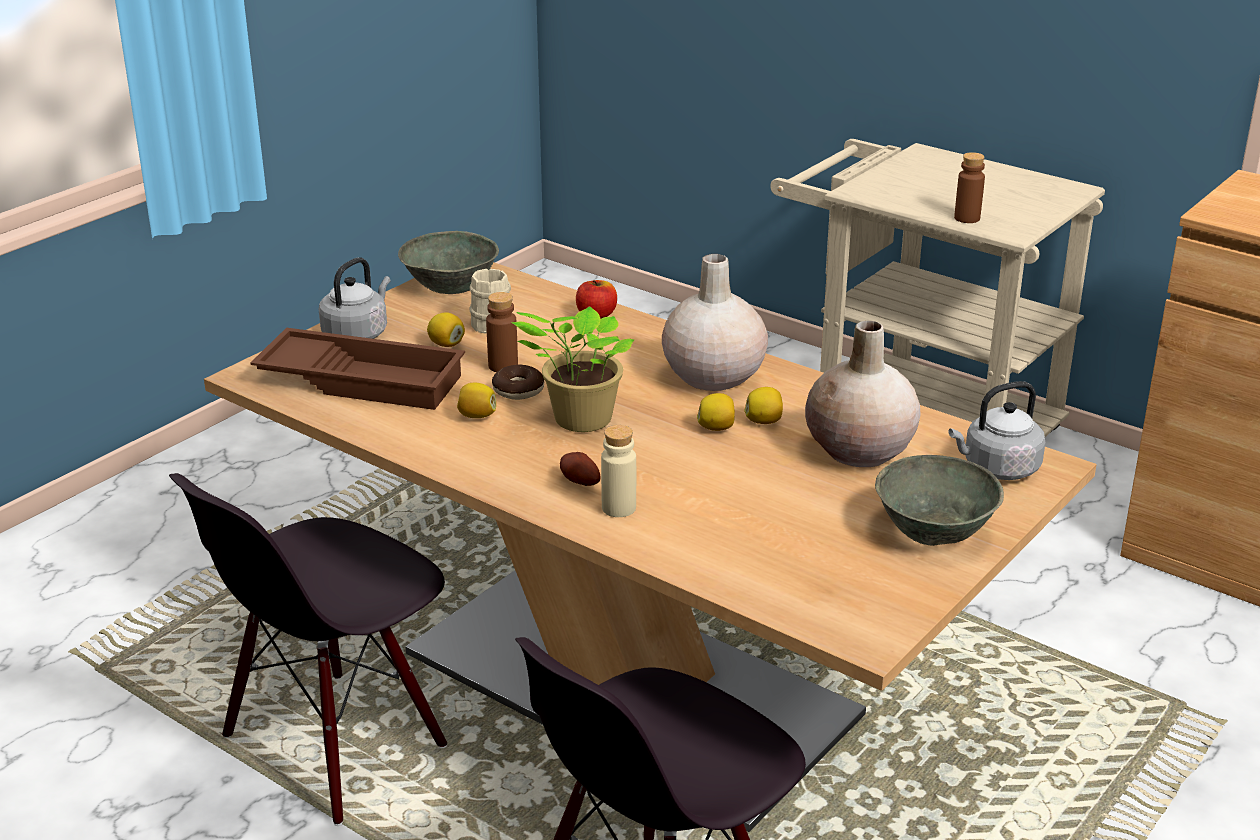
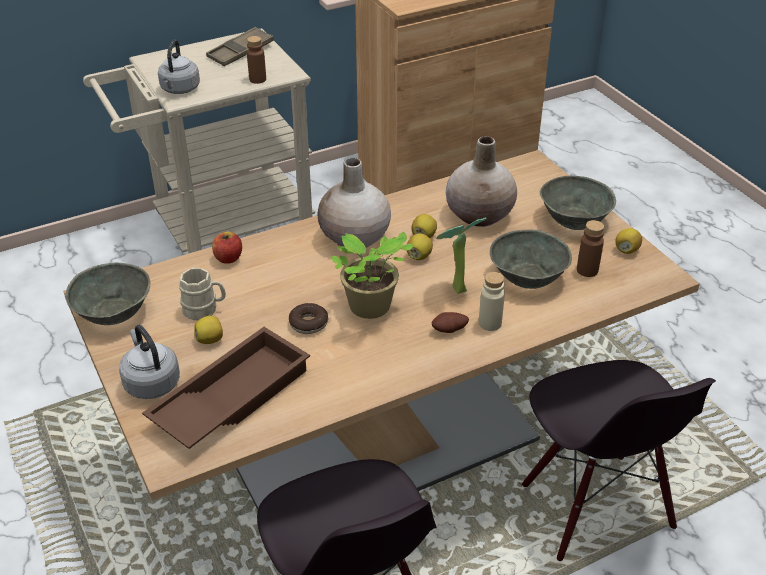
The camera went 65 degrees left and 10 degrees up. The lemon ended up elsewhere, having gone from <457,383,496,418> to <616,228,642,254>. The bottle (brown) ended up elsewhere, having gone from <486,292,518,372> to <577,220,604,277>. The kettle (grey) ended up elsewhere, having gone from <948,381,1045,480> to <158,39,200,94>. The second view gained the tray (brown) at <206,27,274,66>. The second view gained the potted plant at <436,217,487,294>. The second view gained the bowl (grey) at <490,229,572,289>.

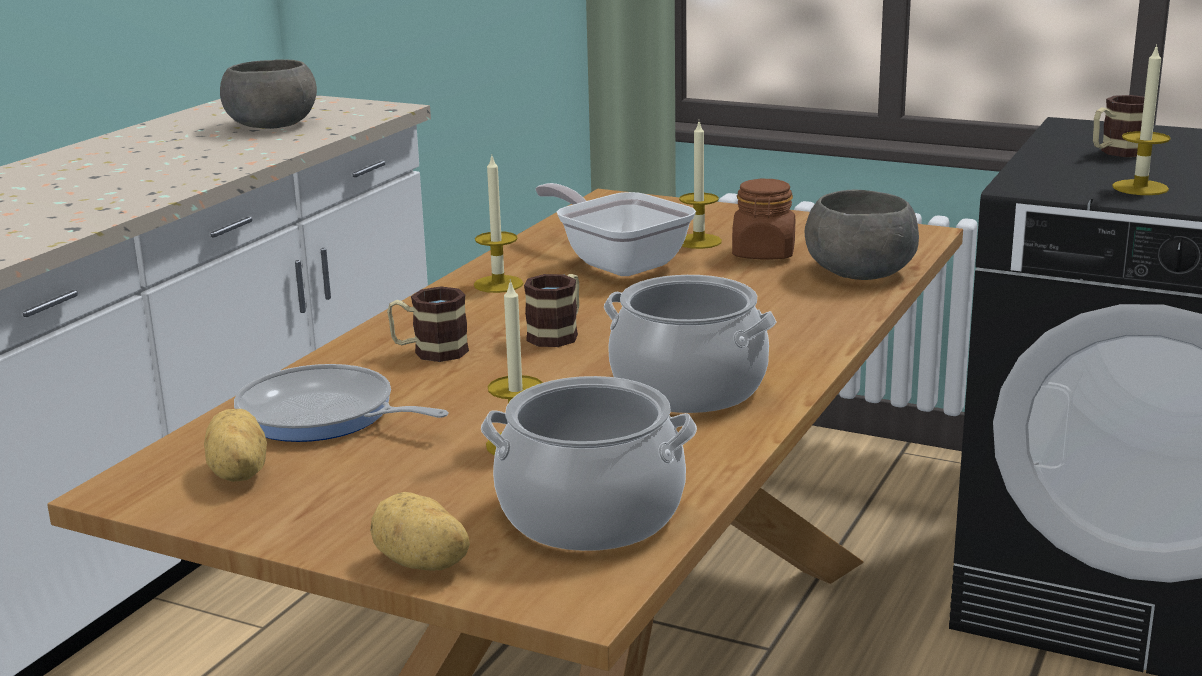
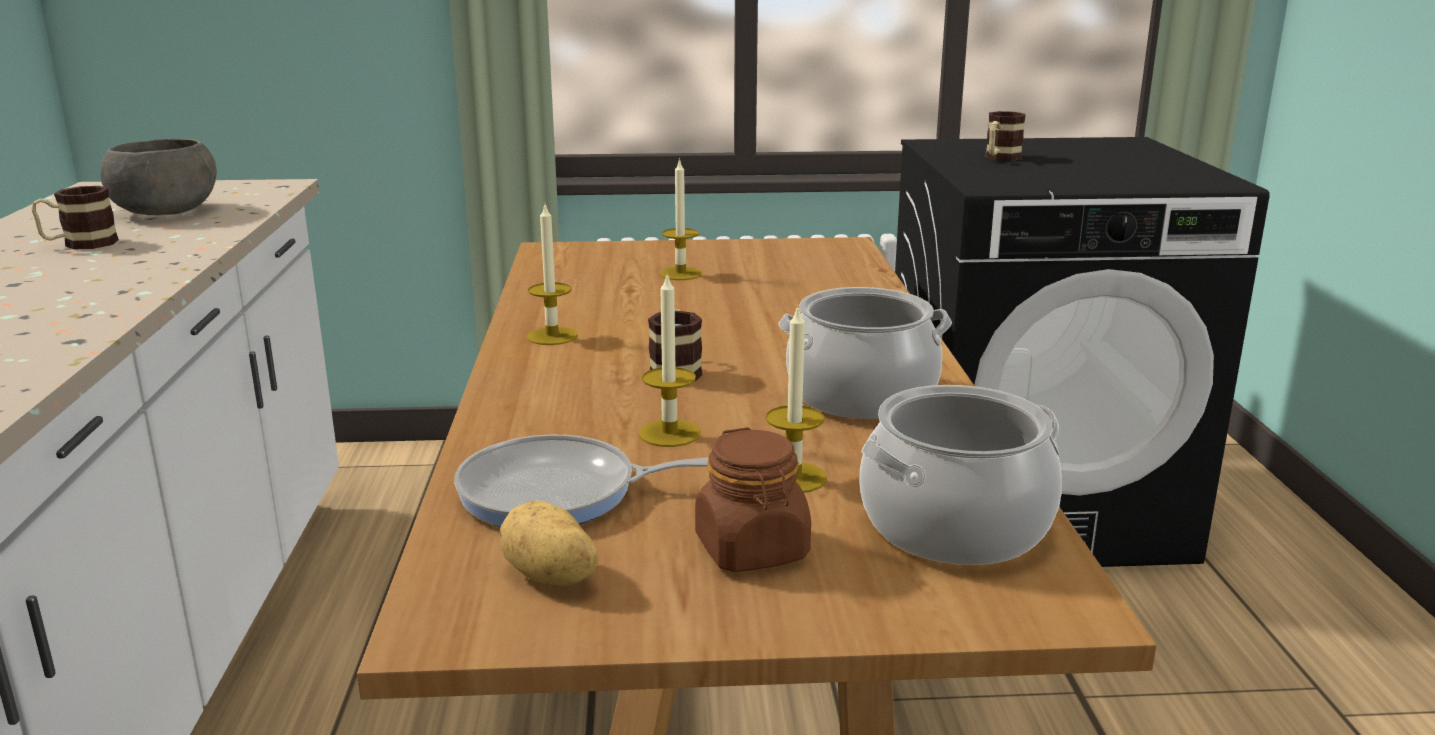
The camera went 30 degrees left and 0 degrees up. The second view lost the potato at <370,492,470,570>. The mug ended up elsewhere, having gone from <387,286,469,362> to <31,186,119,250>. The second view lost the frying pan at <535,183,696,276>. The jar (brown) ended up elsewhere, having gone from <732,178,795,259> to <695,427,811,572>. The second view lost the bowl (grey) at <805,190,919,280>. The candle ended up elsewhere, having gone from <1112,44,1171,195> to <639,273,701,447>.

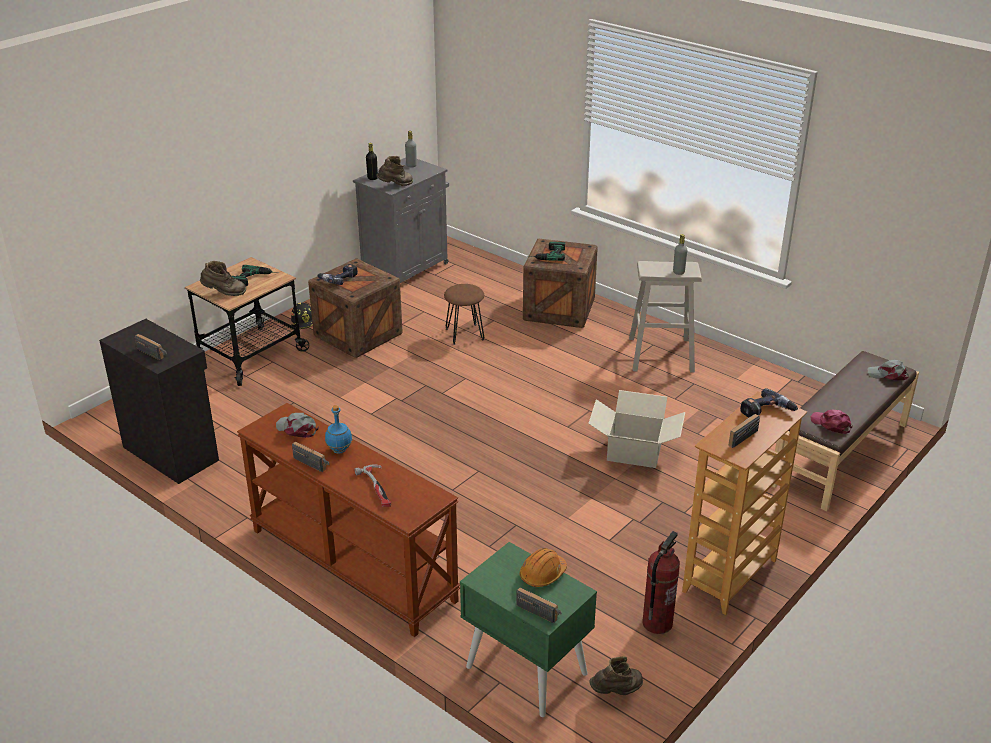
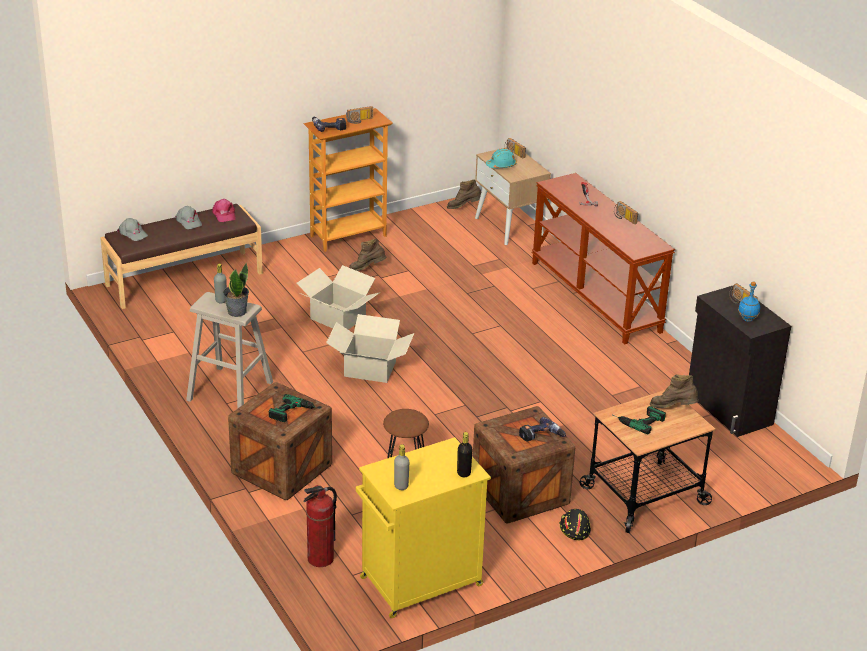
The camera went 160 degrees left and 0 degrees up. The cap (grey) ended up elsewhere, having gone from <276,413,319,438> to <175,206,202,229>. The bottle (blue) ended up elsewhere, having gone from <325,405,352,454> to <738,282,760,322>. What was the cabinet (grey) at <353,158,449,283> turned into the cabinet (yellow) at <356,437,491,618>. The boot (brown) ended up elsewhere, having gone from <376,156,413,186> to <349,239,387,271>. What was the nightstand (green) at <460,542,597,717> turned into the nightstand (beige) at <475,148,551,245>. What was the hard hat (orange) at <520,548,567,587> turned into the hard hat (turquoise) at <486,148,517,168>. The fire extinguisher ended up elsewhere, having gone from <642,531,680,634> to <303,485,337,567>. The second view gained the potted plant at <223,263,249,317>. The second view gained the cardboard box at <326,314,414,383>.

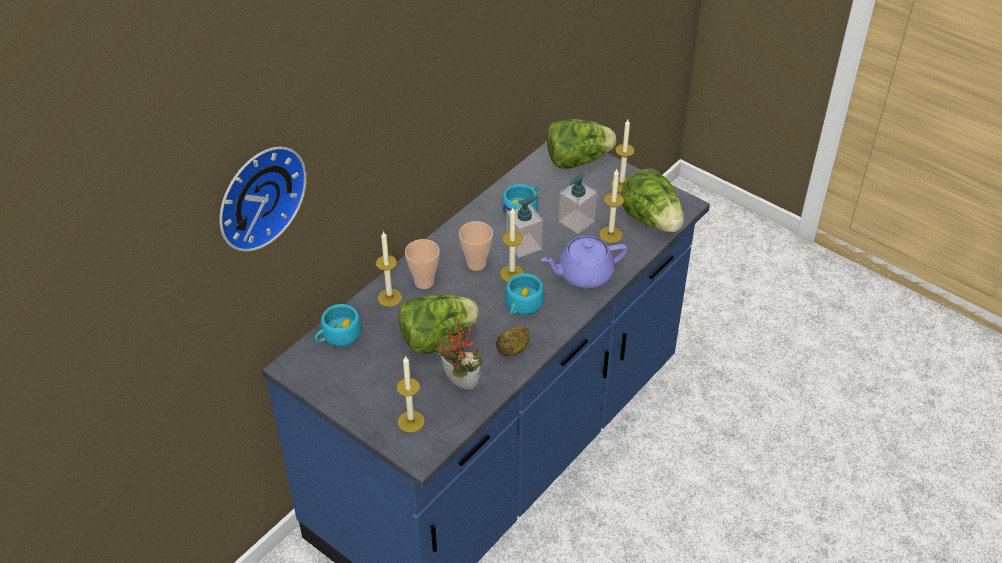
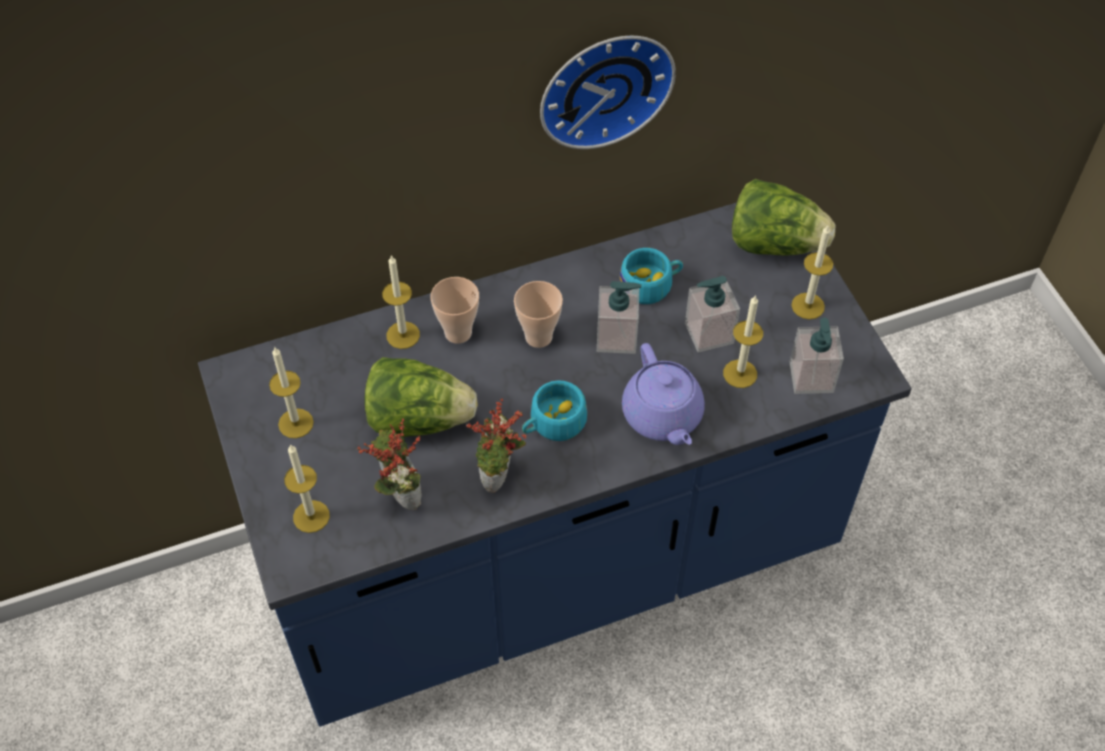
The camera went 30 degrees right and 10 degrees up. The wall clock ended up elsewhere, having gone from <219,147,307,252> to <540,36,676,149>. The second view lost the cup (turquoise) at <314,304,362,347>. Where the potato stood at <496,326,529,356>, the potted plant came to stand at <466,399,527,493>. The candle ended up elsewhere, having gone from <500,208,524,282> to <269,348,314,438>. The teapot (purple) at <541,236,628,289> ended up facing another way, 120 degrees counterclockwise from before. Where the lettuce stood at <621,168,684,232>, the soap dispenser came to stand at <790,318,844,394>.

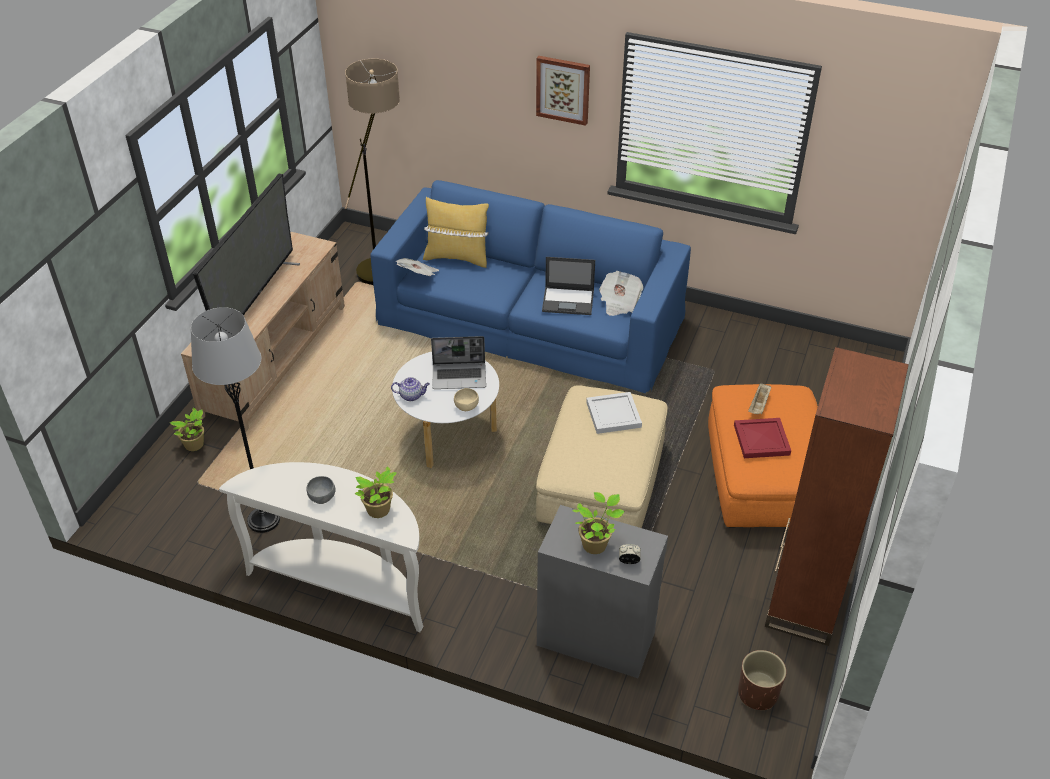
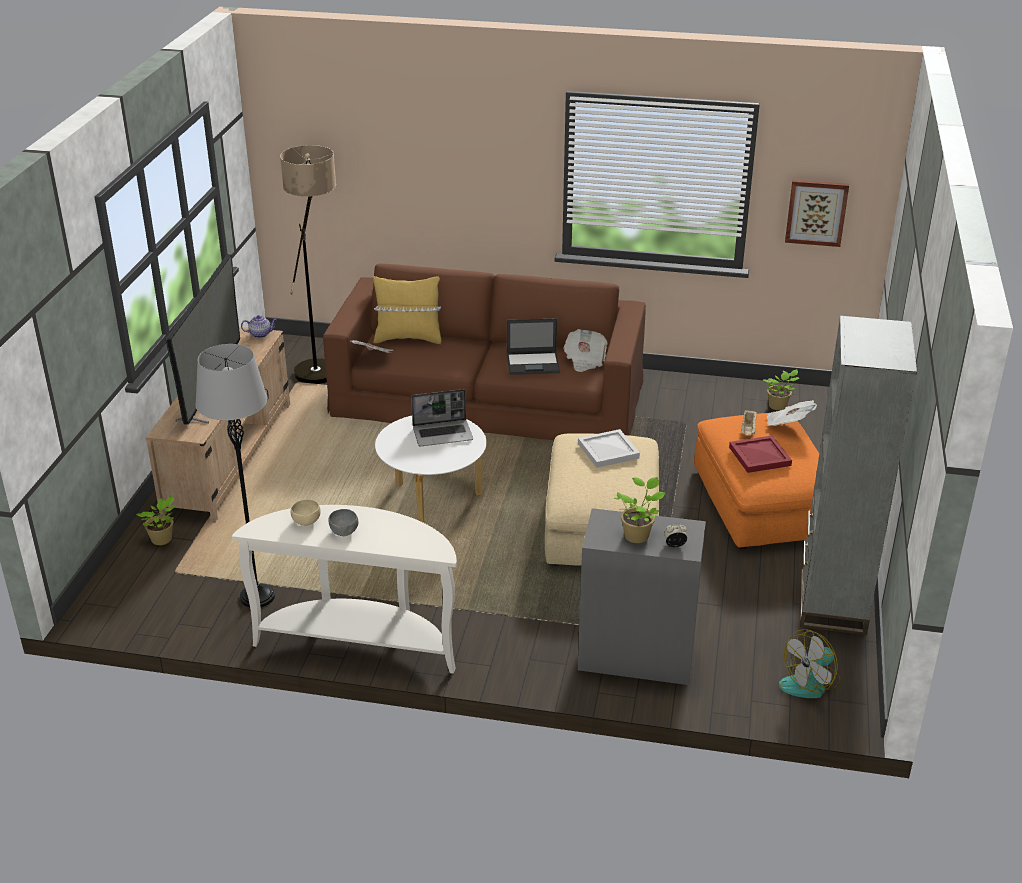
The camera went 10 degrees left and 10 degrees down. The potted plant ended up elsewhere, having gone from <355,467,396,518> to <763,369,799,410>. What was the sofa (blue) at <371,180,691,393> turned into the sofa (brown) at <323,264,646,440>. The teapot ended up elsewhere, having gone from <391,377,430,401> to <241,315,277,338>. The bowl (beige) ended up elsewhere, having gone from <454,388,479,411> to <291,499,321,526>. The picture ended up elsewhere, having gone from <536,56,590,126> to <785,180,849,247>. Where the planter (brown) stood at <738,650,786,710>, the fan came to stand at <779,629,841,698>. What was the bookcase (brown) at <765,347,909,646> turned into the bookcase (grey) at <800,316,917,635>. The second view gained the newspaper at <767,400,817,426>.

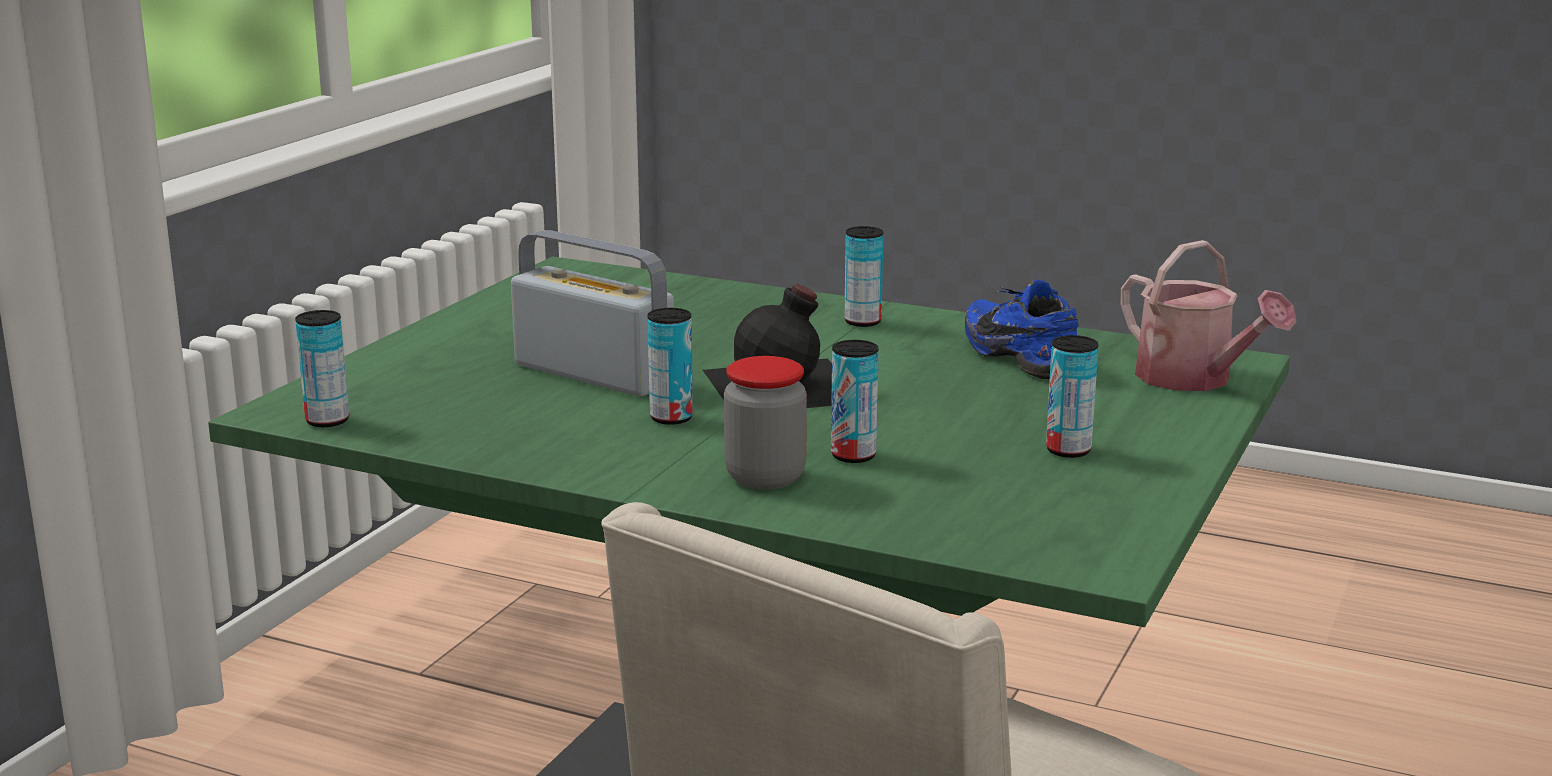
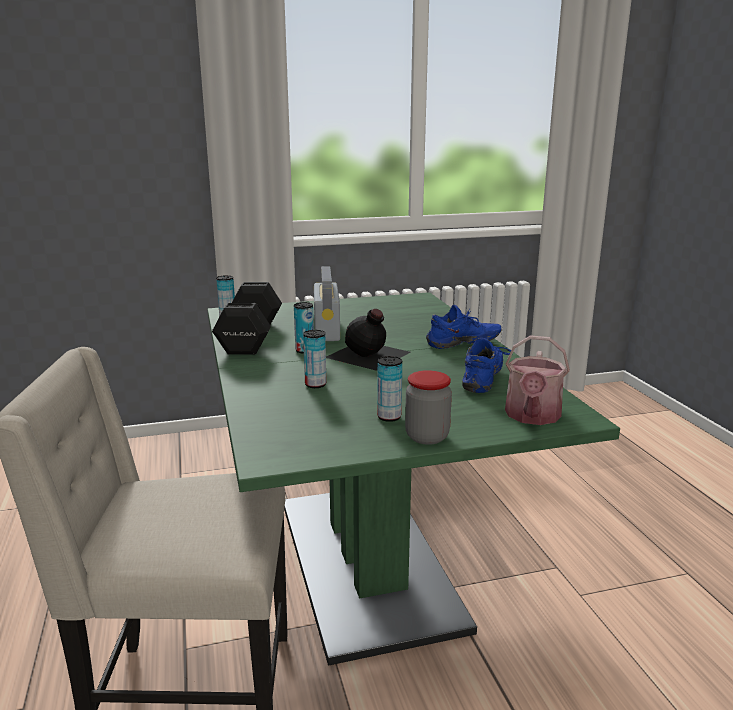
The camera went 50 degrees right and 0 degrees up. The jar ended up elsewhere, having gone from <724,356,807,490> to <405,370,452,445>. Where the can stood at <844,226,883,327>, the shoe (blue) came to stand at <426,305,501,349>. The second view gained the dumbbell (black) at <212,282,282,355>.

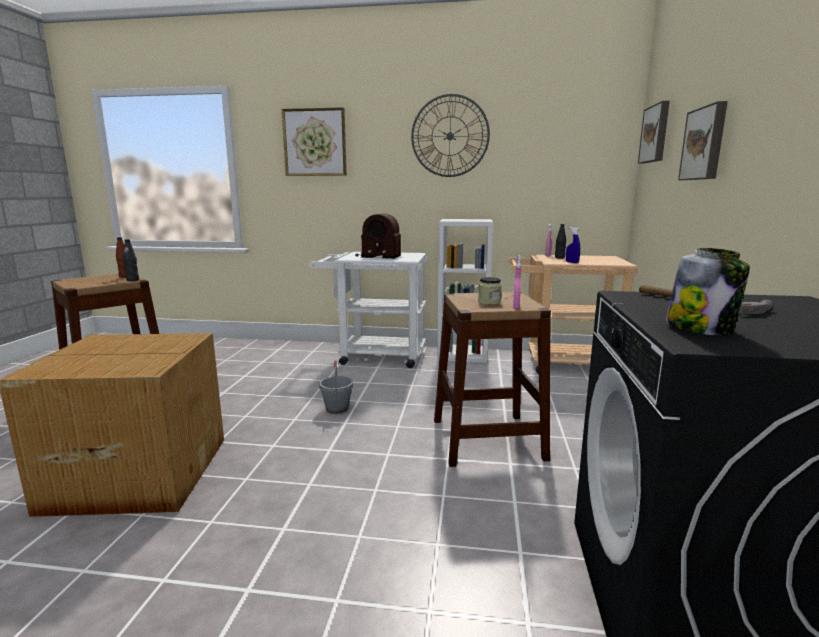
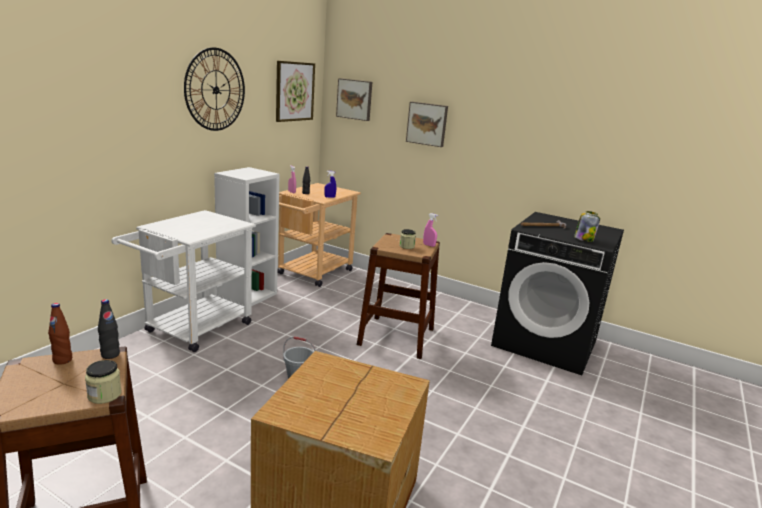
The camera went 70 degrees left and 5 degrees up. The picture ended up elsewhere, having gone from <282,107,347,176> to <276,61,315,122>. The second view lost the radio at <355,213,401,259>. The second view gained the jar at <85,360,122,404>.

